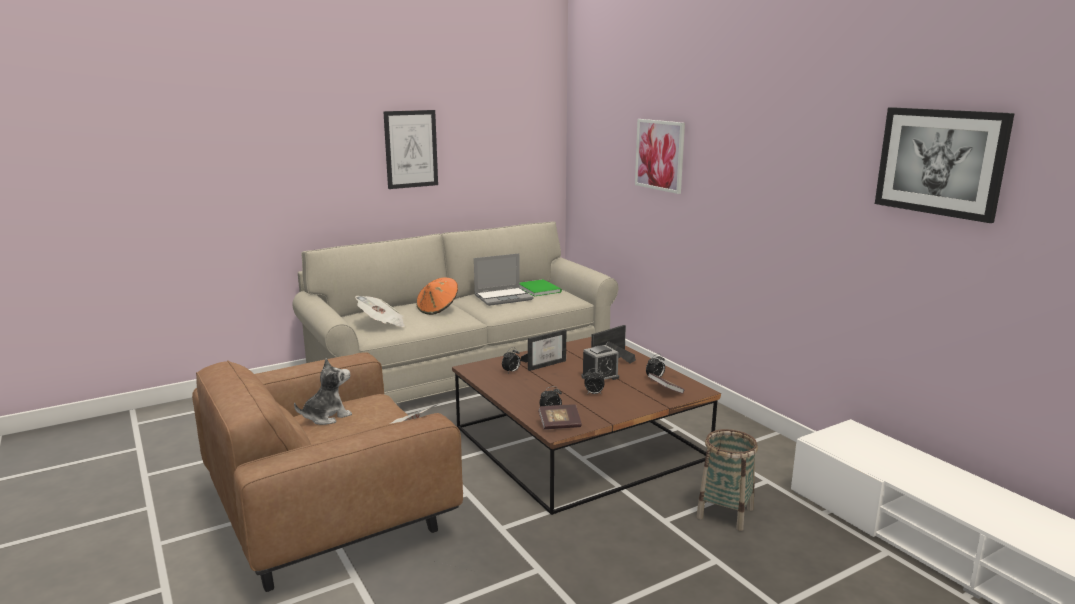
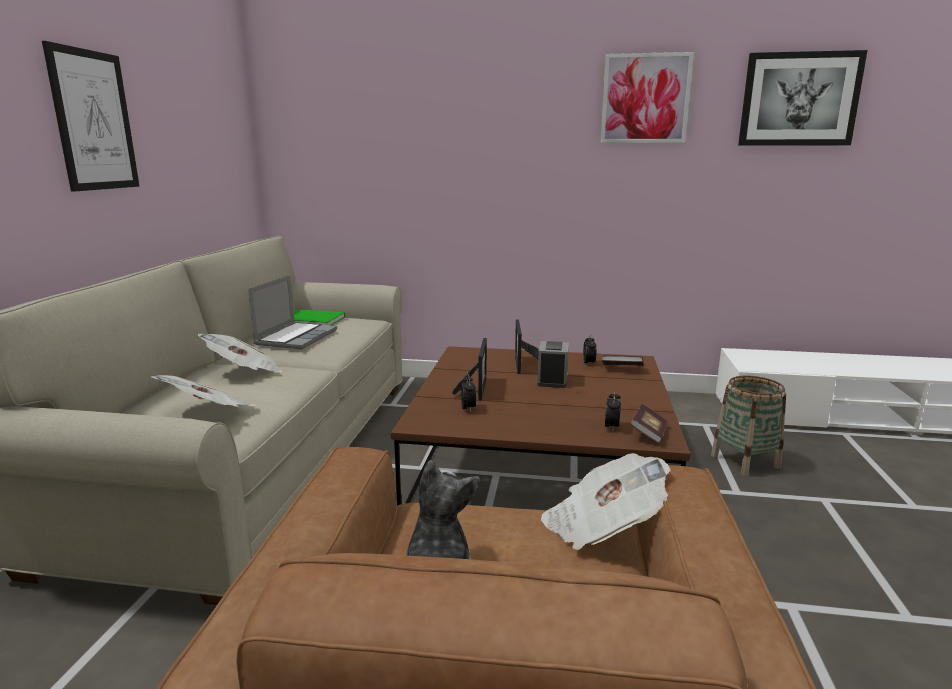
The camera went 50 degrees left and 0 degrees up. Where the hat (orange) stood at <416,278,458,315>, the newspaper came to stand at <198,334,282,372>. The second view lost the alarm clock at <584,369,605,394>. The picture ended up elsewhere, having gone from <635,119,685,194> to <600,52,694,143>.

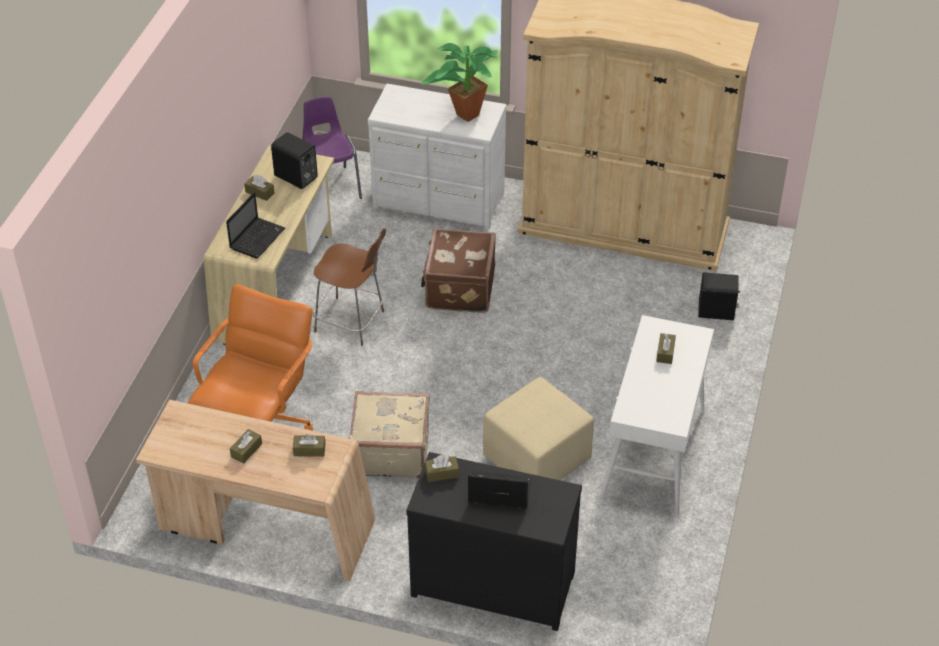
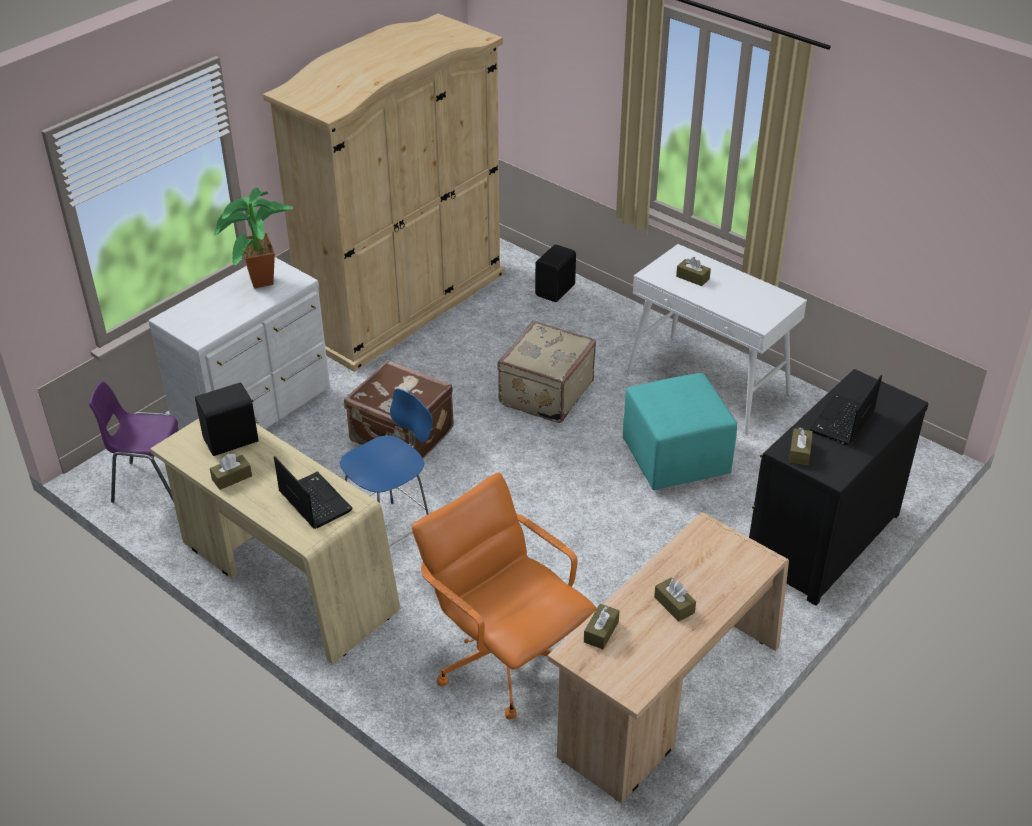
The camera went 65 degrees left and 5 degrees down. The tissue box (brown) ended up elsewhere, having gone from <293,434,326,457> to <584,604,619,649>. What was the chair (brown) at <313,228,386,346> turned into the chair (blue) at <340,388,433,546>. The suitcase (beige) ended up elsewhere, having gone from <349,391,430,478> to <498,320,596,423>. What was the ottoman (beige) at <483,377,594,480> turned into the ottoman (turquoise) at <623,373,737,490>.

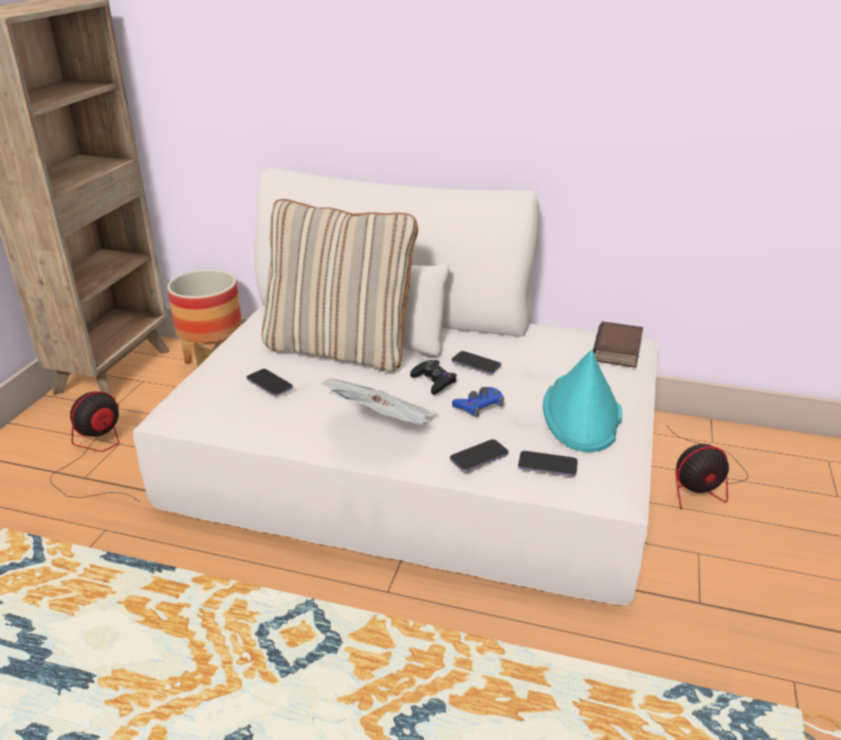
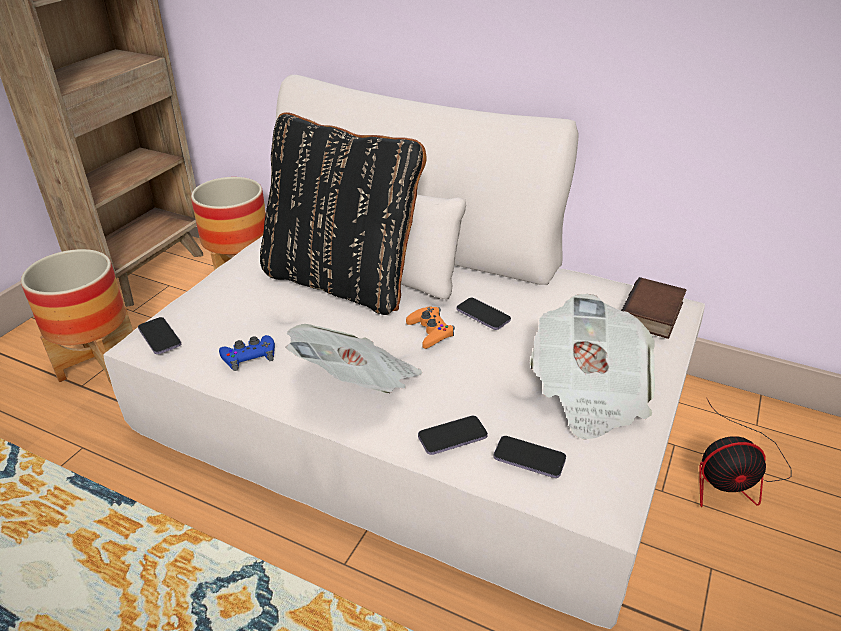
The camera went 10 degrees right and 5 degrees up. Where the fan stood at <50,391,140,502>, the planter came to stand at <21,249,133,385>. The phone ended up elsewhere, having gone from <247,369,293,396> to <138,317,181,354>. What was the pillow (beige) at <262,199,418,372> turned into the pillow (black) at <260,112,427,315>. What was the game controller (black) at <410,360,457,395> turned into the game controller (orange) at <406,307,455,349>. The game controller (blue) ended up elsewhere, having gone from <452,387,504,418> to <219,335,275,371>. Where the hat (turquoise) stood at <543,350,622,452>, the newspaper came to stand at <529,294,655,440>.

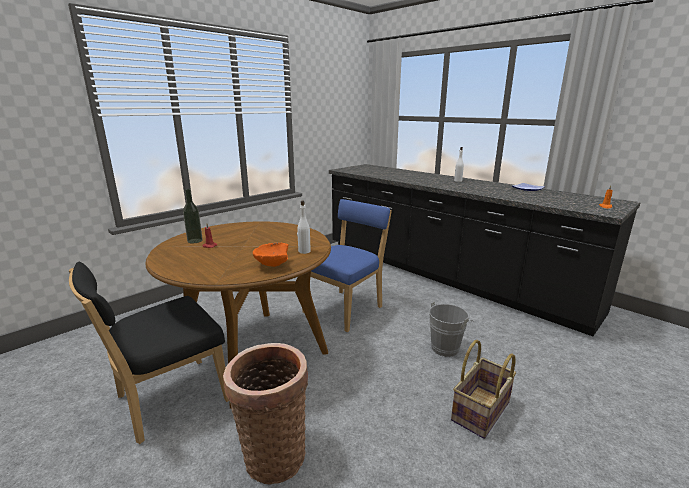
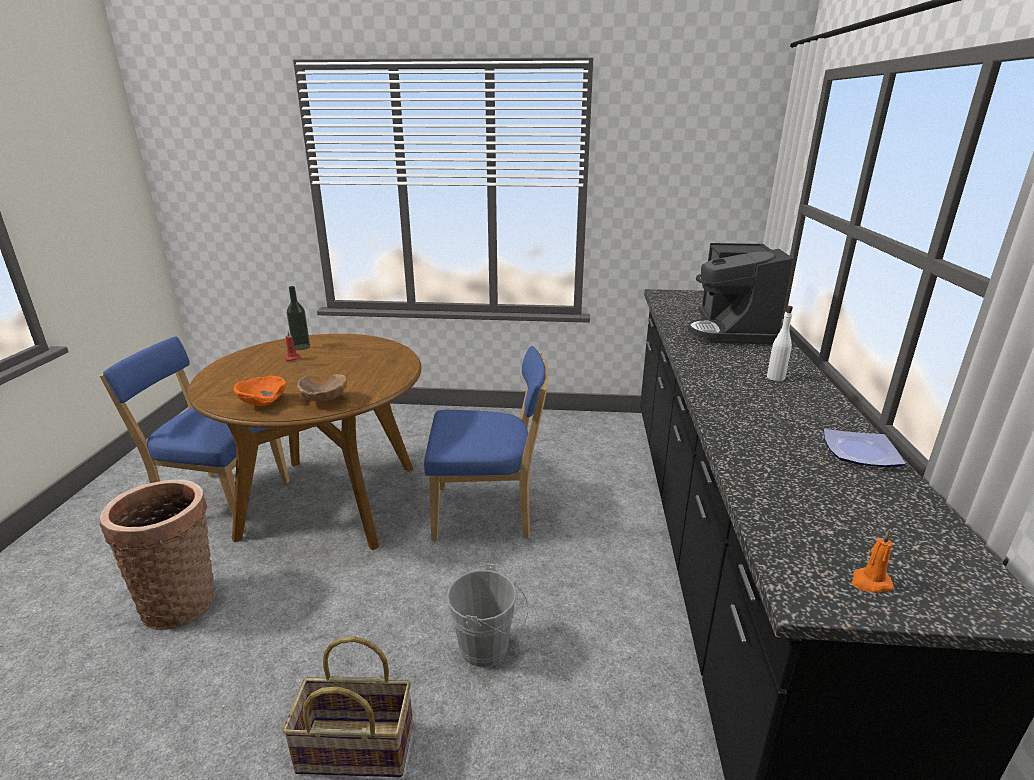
The camera went 50 degrees right and 5 degrees up. What was the chair (black) at <69,262,229,444> turned into the chair (blue) at <100,336,290,530>. Where the bottle (white) stood at <297,201,311,254>, the bowl (brown) came to stand at <297,374,347,402>. The second view gained the coffee machine at <688,243,793,345>.

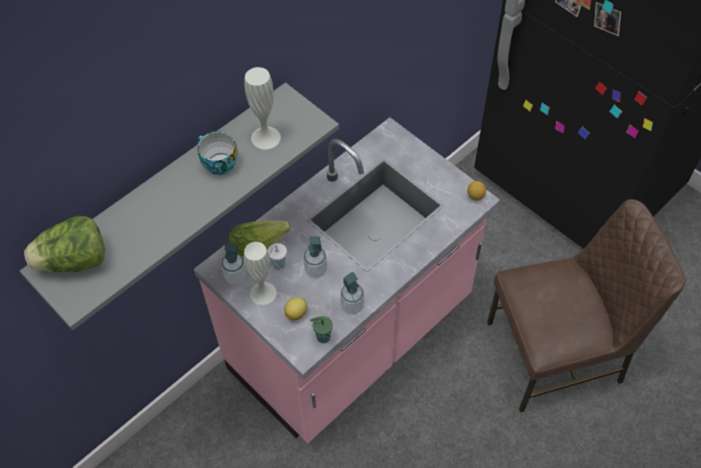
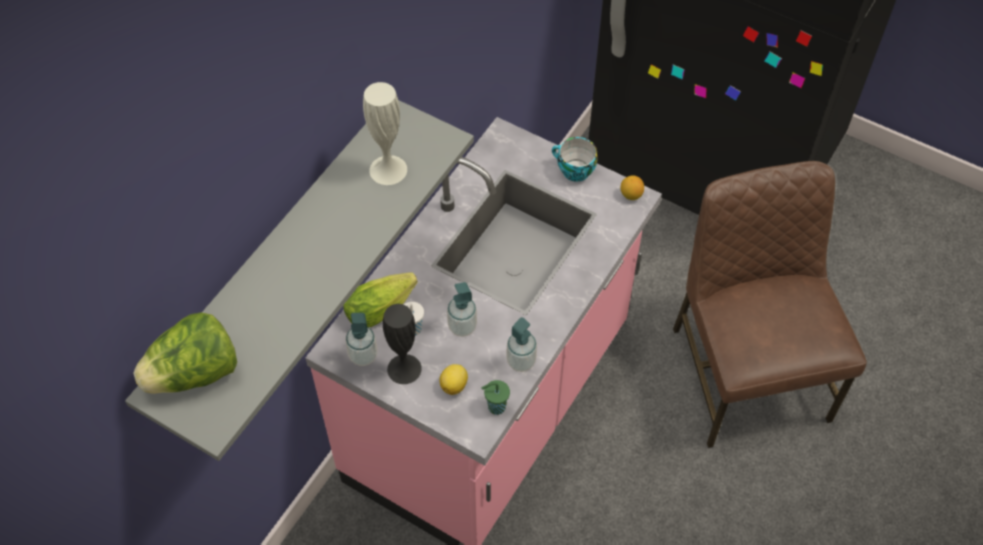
The camera went 15 degrees left and 0 degrees up. The cup ended up elsewhere, having gone from <198,131,238,175> to <552,137,598,182>. What was the vase (white) at <244,242,276,305> turned into the vase (black) at <383,304,422,384>. The chair (brown) at <487,199,685,412> ended up facing another way, 75 degrees counterclockwise from before.

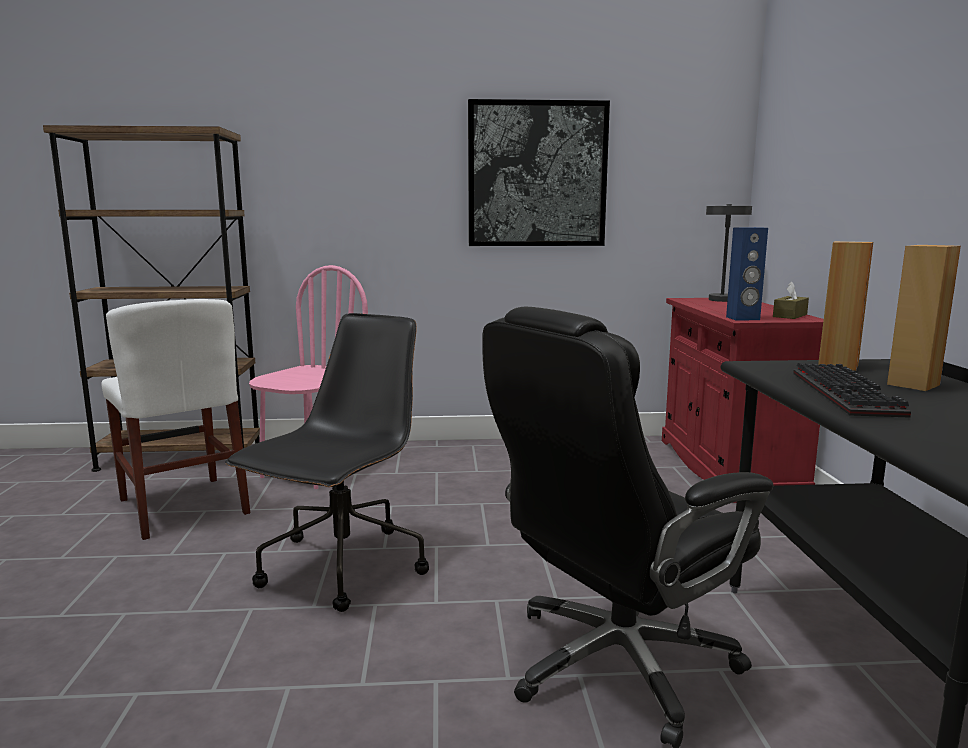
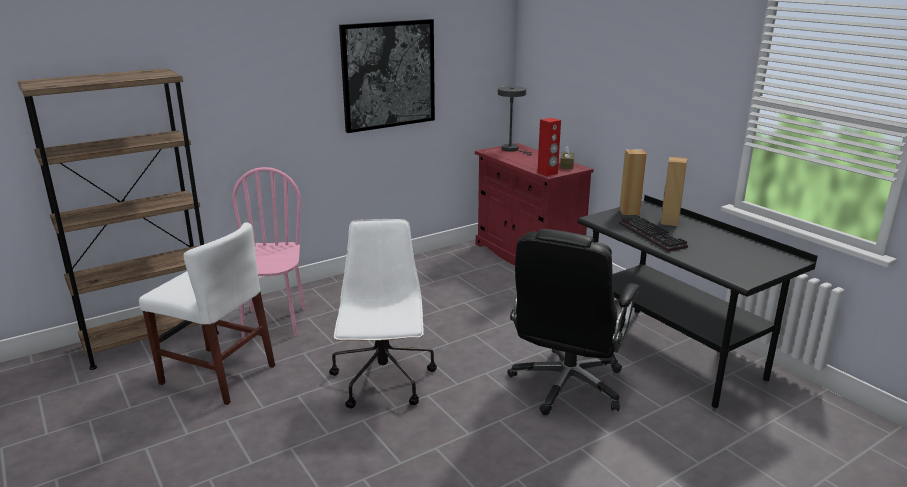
The camera went 30 degrees left and 10 degrees up. What was the office chair (black) at <225,313,429,612> turned into the office chair (white) at <329,219,437,408>. What was the speaker (blue) at <726,227,768,321> turned into the speaker (red) at <537,118,561,176>.

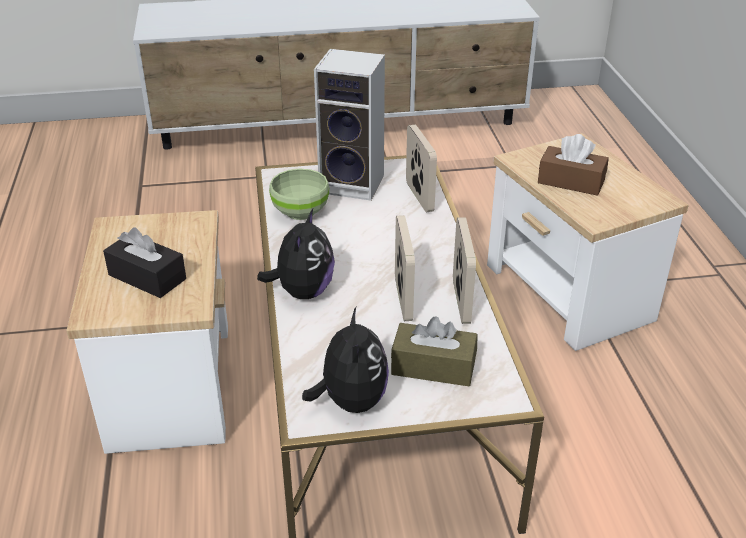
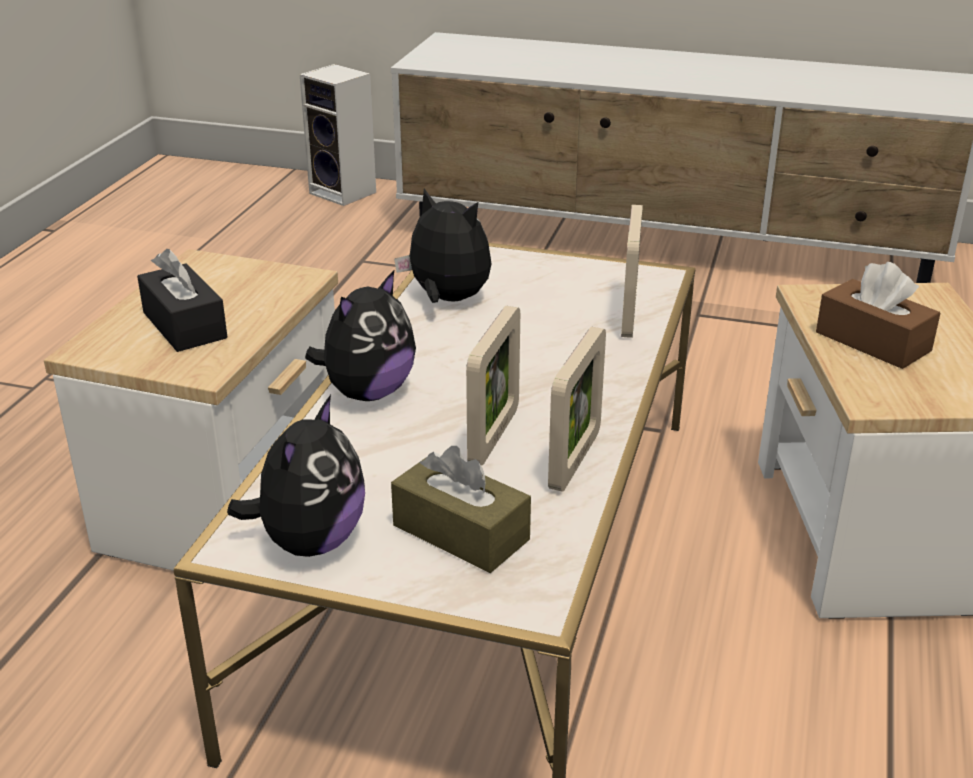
The camera went 25 degrees right and 5 degrees down. Where the bowl (green) stood at <269,169,329,220>, the plush toy came to stand at <394,188,492,303>. The speaker ended up elsewhere, having gone from <314,49,385,201> to <300,64,376,206>.

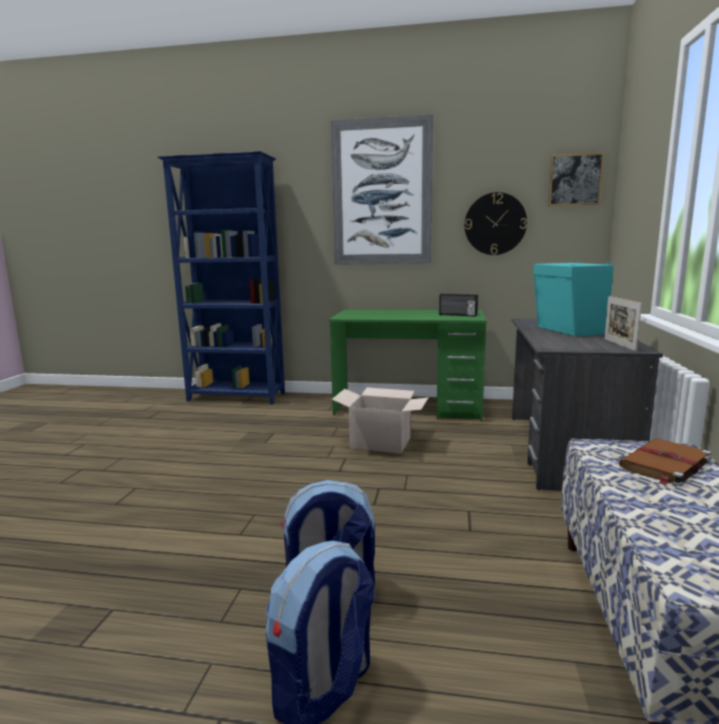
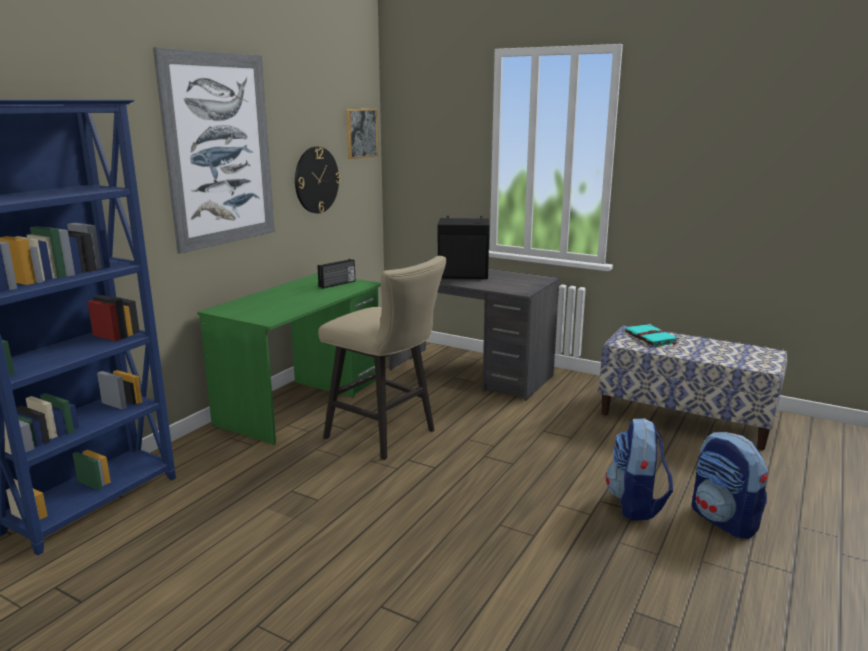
The camera went 70 degrees left and 5 degrees up. Where the cardboard box stood at <332,387,429,454>, the stool (beige) came to stand at <318,256,447,460>. What was the speaker (turquoise) at <533,260,614,337> turned into the speaker (black) at <438,216,490,279>. The second view lost the picture frame at <604,296,642,351>. What was the book (brown) at <619,439,711,486> turned into the book (turquoise) at <625,324,679,346>.

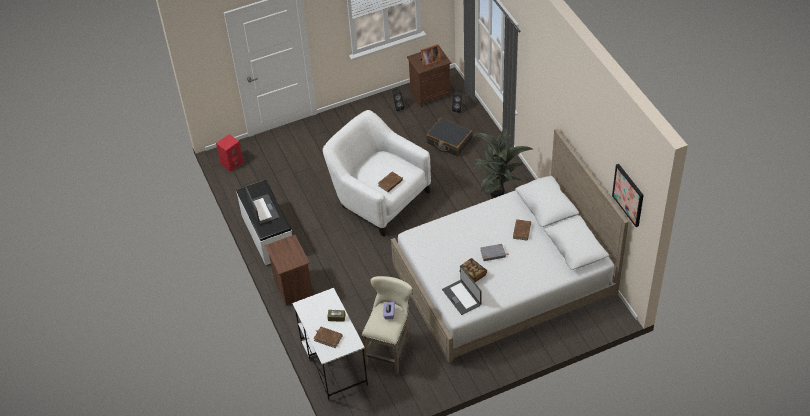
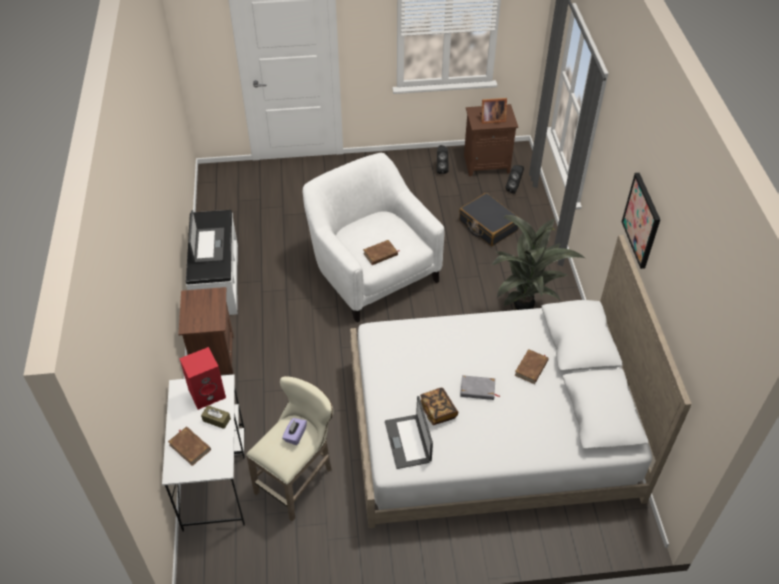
The camera went 15 degrees right and 0 degrees up. The speaker (red) ended up elsewhere, having gone from <216,134,244,172> to <179,347,226,410>. The picture ended up elsewhere, having gone from <612,164,644,227> to <622,173,660,269>.

